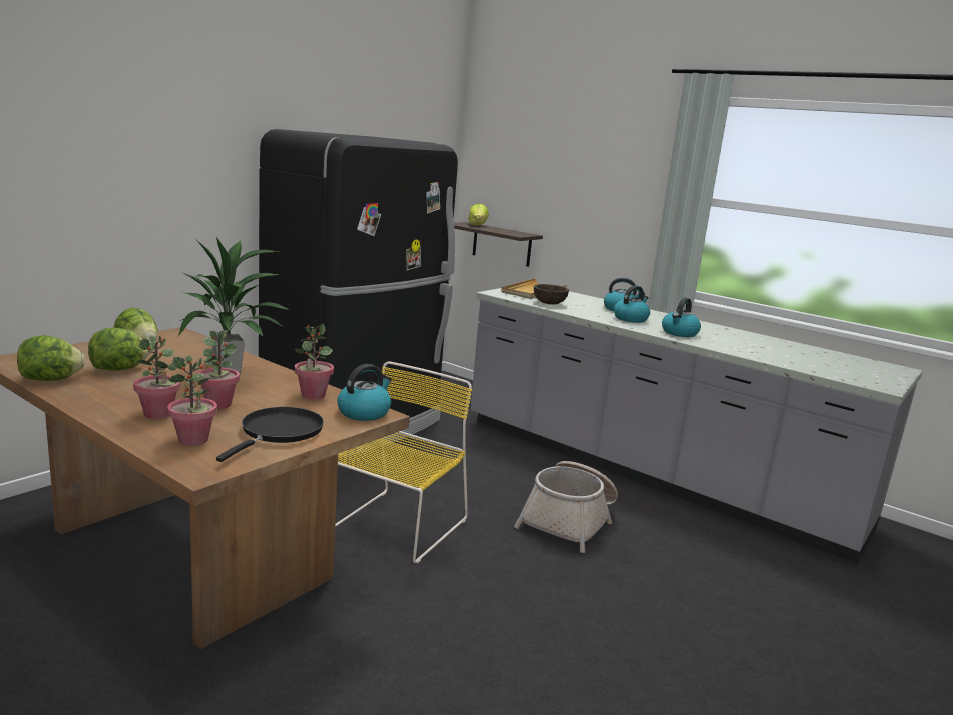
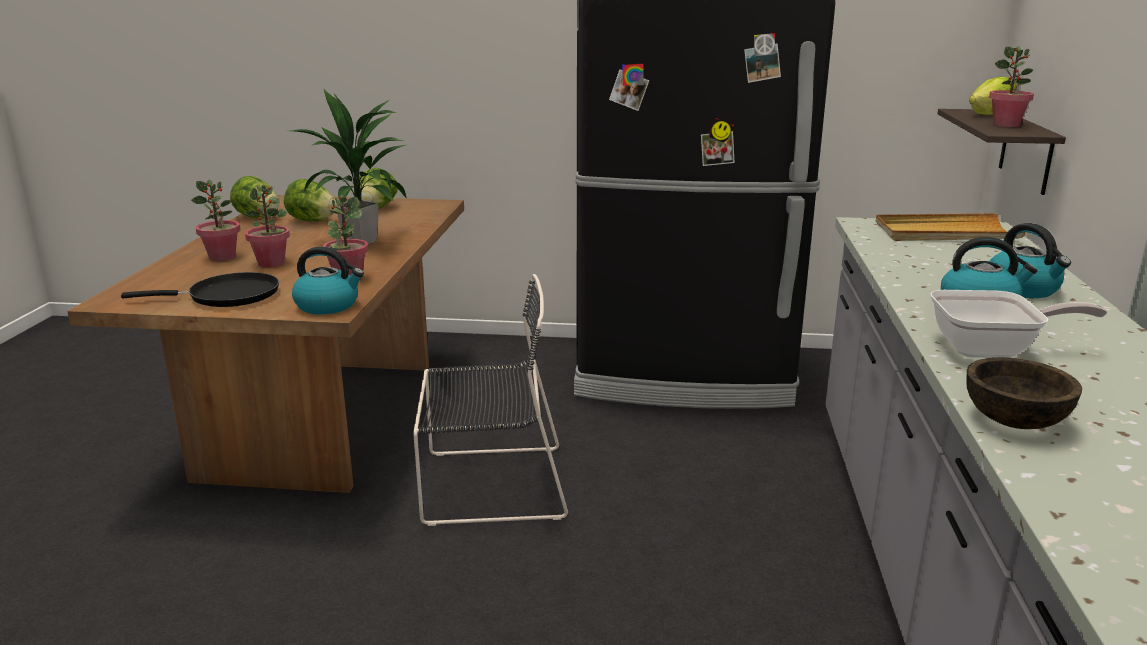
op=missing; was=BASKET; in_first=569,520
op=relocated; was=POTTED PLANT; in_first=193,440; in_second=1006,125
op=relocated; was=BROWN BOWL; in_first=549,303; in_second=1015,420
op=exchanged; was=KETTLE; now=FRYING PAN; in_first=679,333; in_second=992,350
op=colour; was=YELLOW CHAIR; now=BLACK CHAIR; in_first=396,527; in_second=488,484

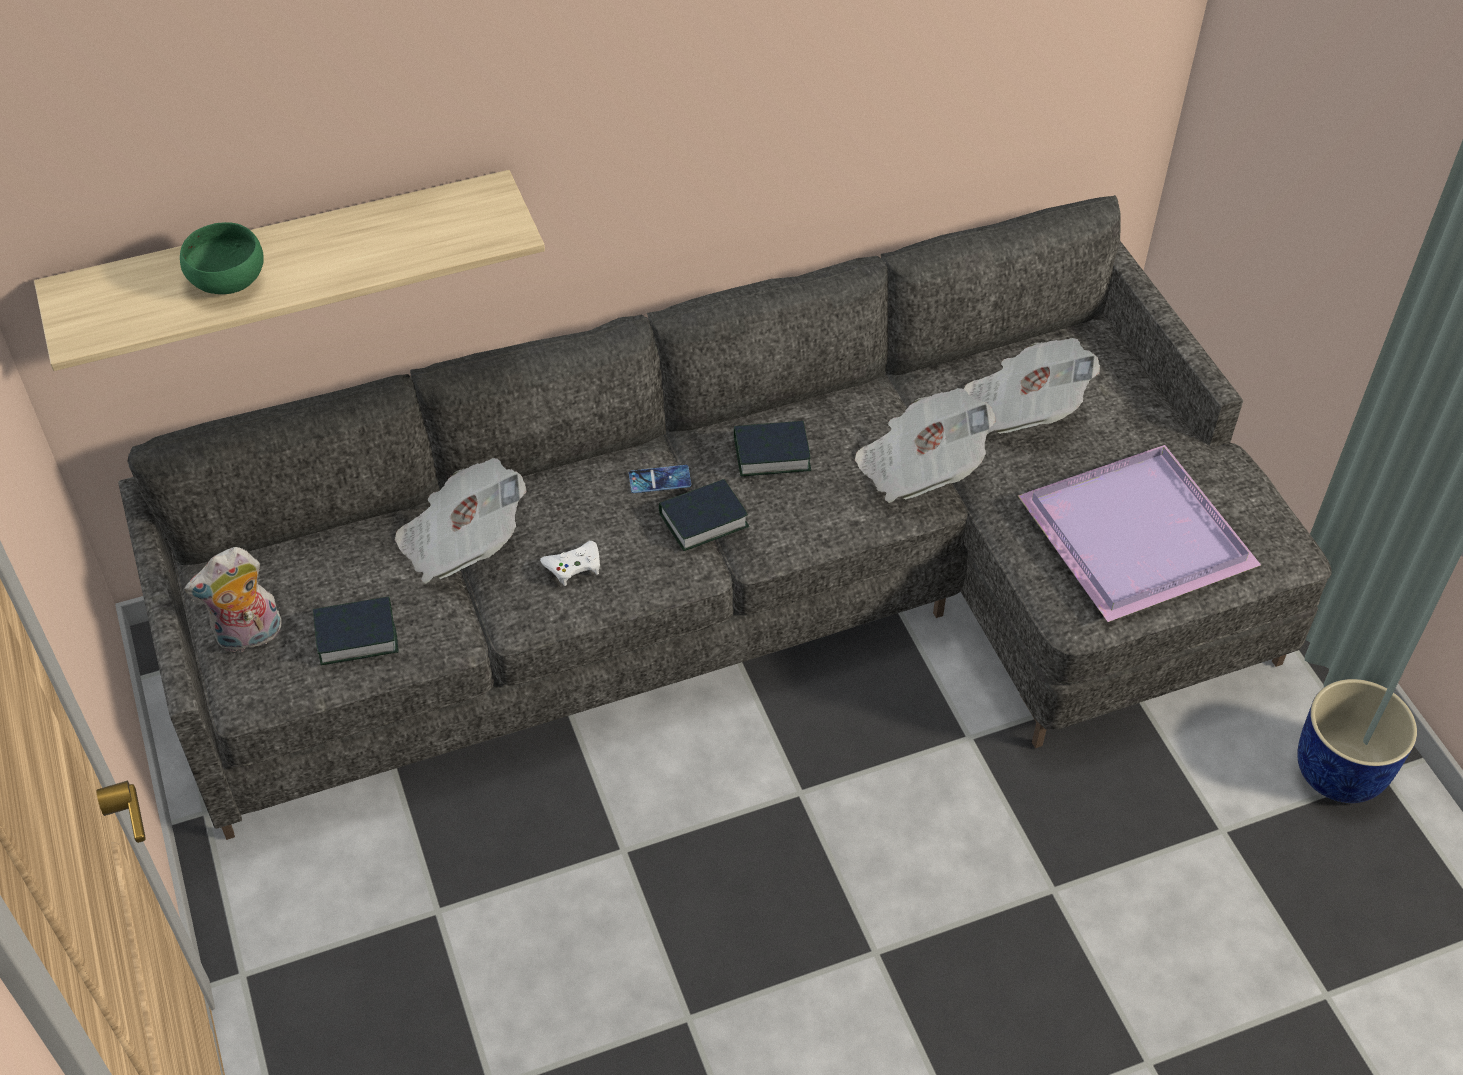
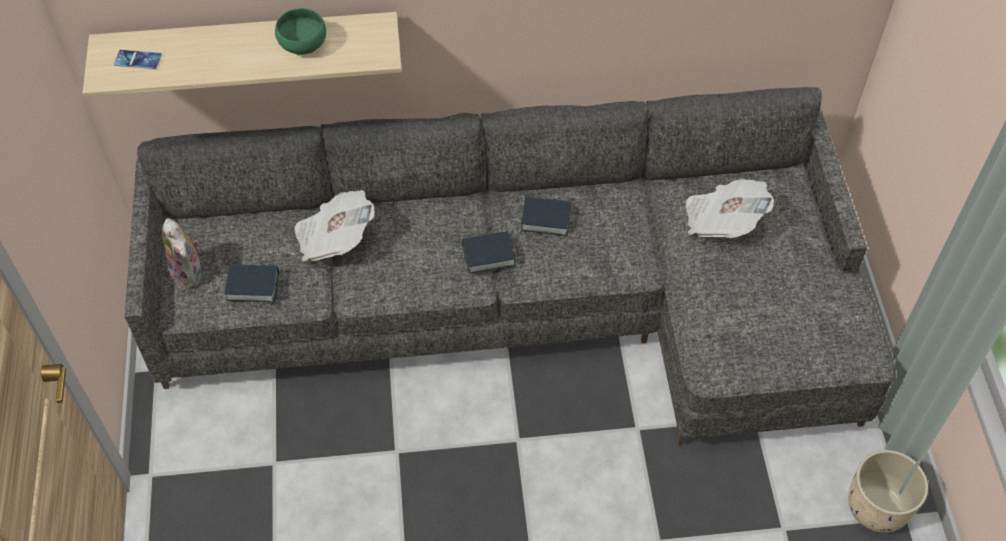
op=missing; was=WHITE GAME CONTROLLER; in_first=574,566
op=missing; was=NEWSPAPER; in_first=920,468
op=missing; was=PURPLE TRAY; in_first=1131,534
op=relocated; was=GREEN BOWL; in_first=226,281; in_second=302,45
op=relocated; was=PHONE; in_first=660,479; in_second=138,60
op=colour; was=BLUE PLANTER; now=BEIGE PLANTER; in_first=1339,771; in_second=876,508
op=spun; was=PLUSH TOY; in_first=249,637; in_second=190,273; clockwise=-105

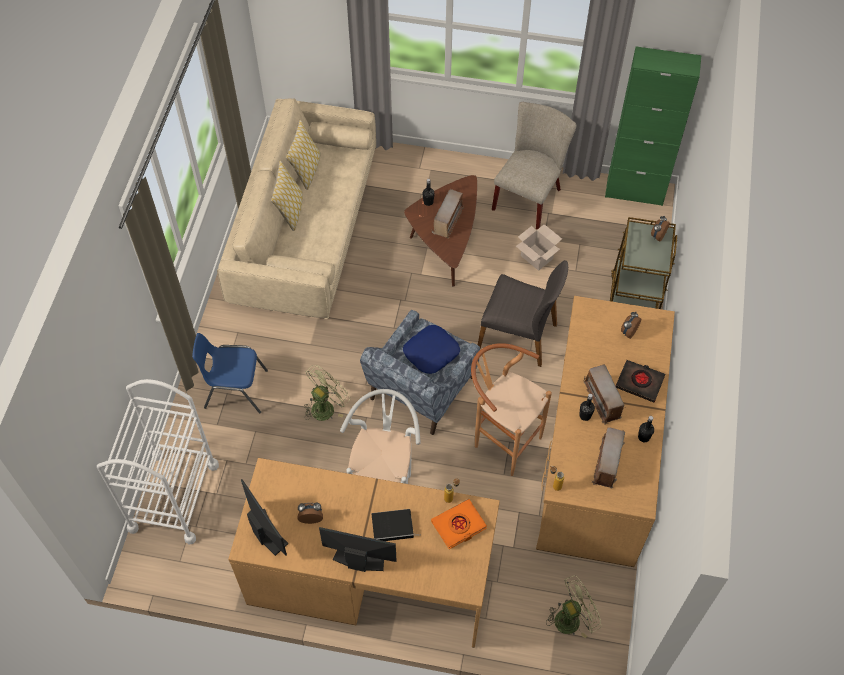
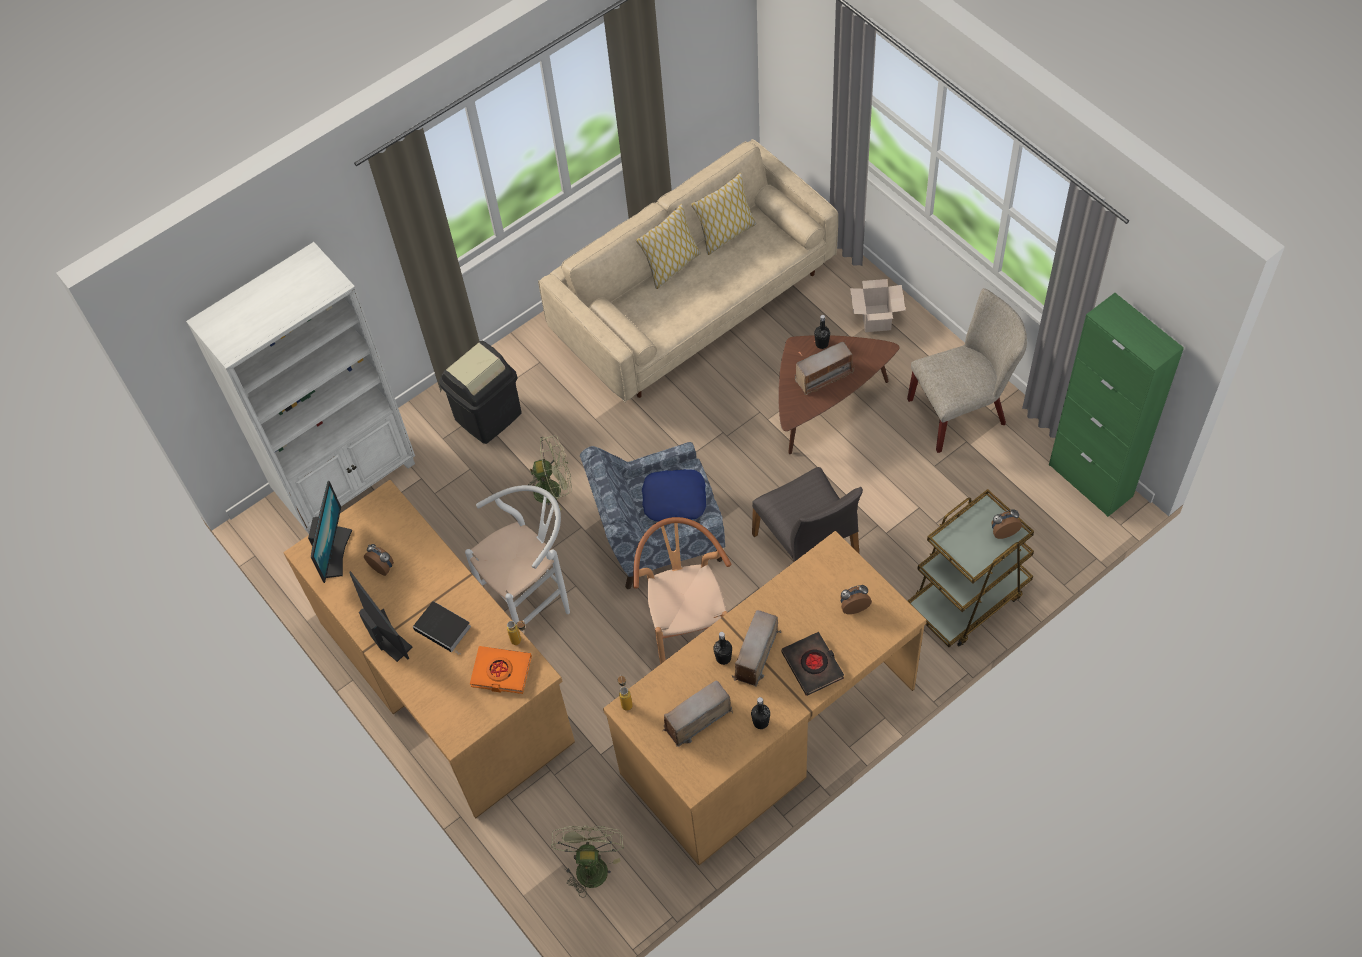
op=relocated; was=CARDBOARD BOX; in_first=537,257; in_second=876,319
op=exchanged; was=WHITE CART; now=WHITE BOOKCASE; in_first=173,497; in_second=348,479
op=exchanged; was=BLUE CHAIR; now=BLACK TRASH CAN; in_first=235,389; in_second=488,416
op=spun; was=GREEN FAN; in_first=572,618; in_second=590,864; clockwise=-105

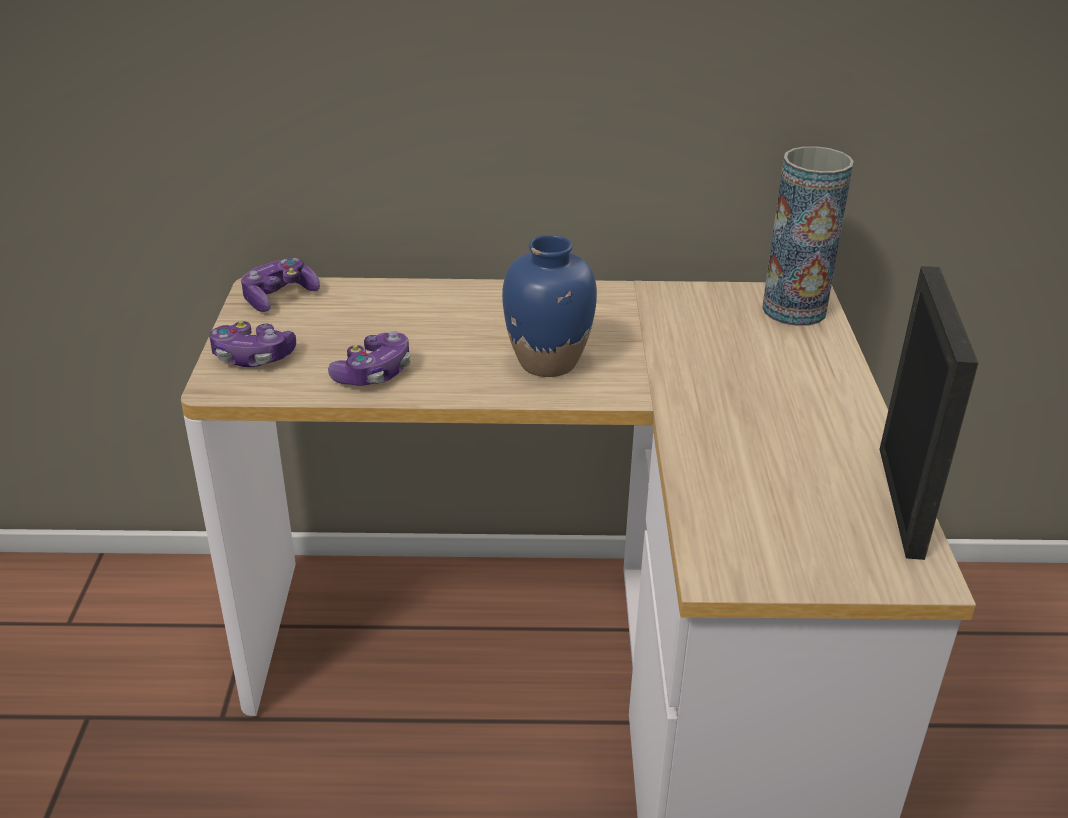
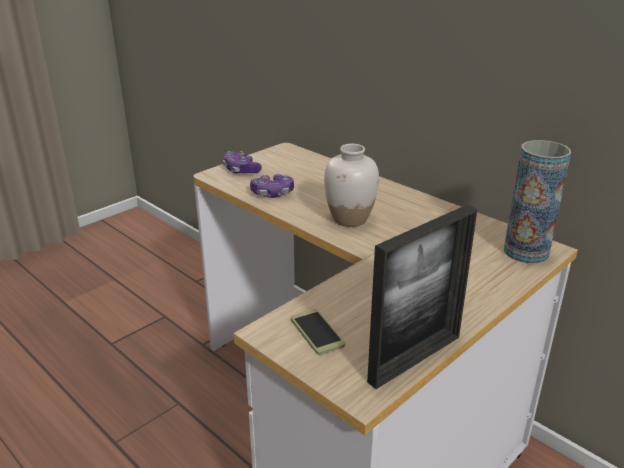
op=missing; was=GAME CONTROLLER; in_first=279,297
op=appeared; now=PHONE; in_second=317,332
op=colour; was=BLUE VASE; now=WHITE VASE; in_first=548,362; in_second=350,219

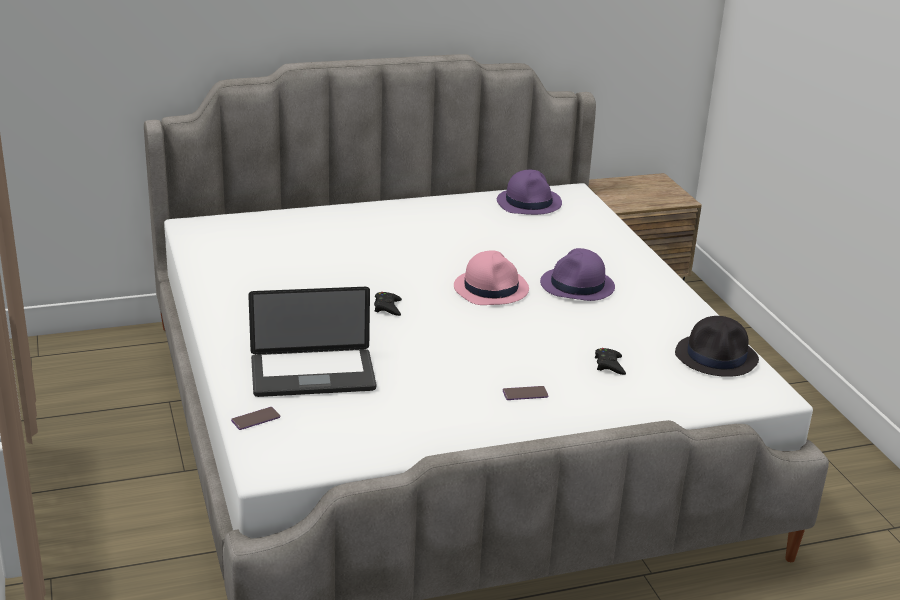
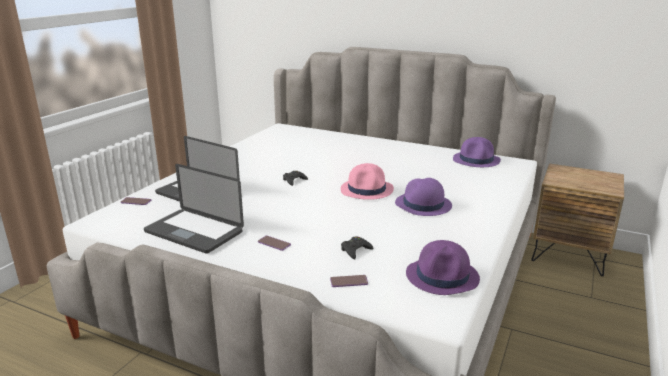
op=appeared; now=LAPTOP; in_second=194,232
op=appeared; now=PHONE; in_second=349,281
op=colour; was=BLACK HAT; now=PURPLE HAT; in_first=717,357; in_second=442,277

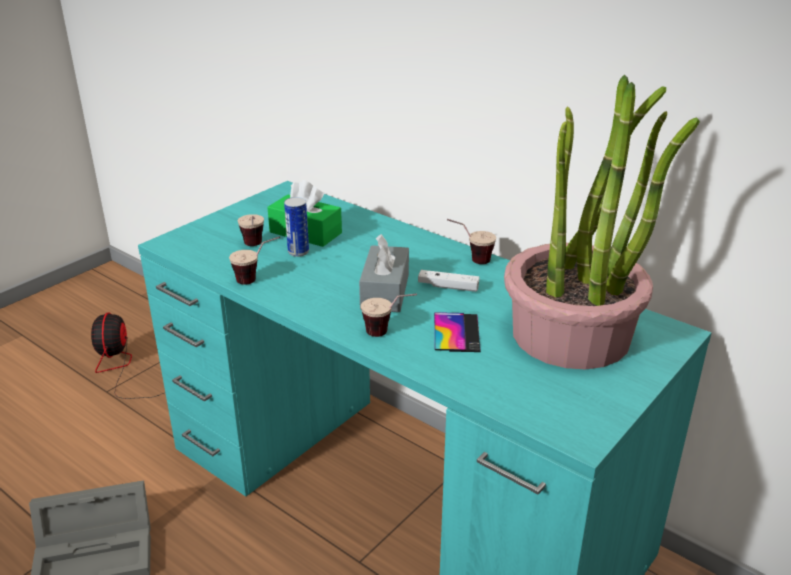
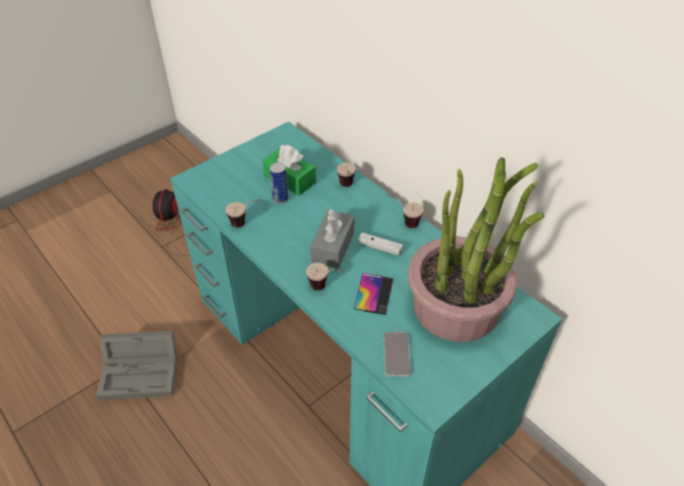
op=appeared; now=PHONE; in_second=396,354
op=relocated; was=CUP; in_first=254,247; in_second=347,188

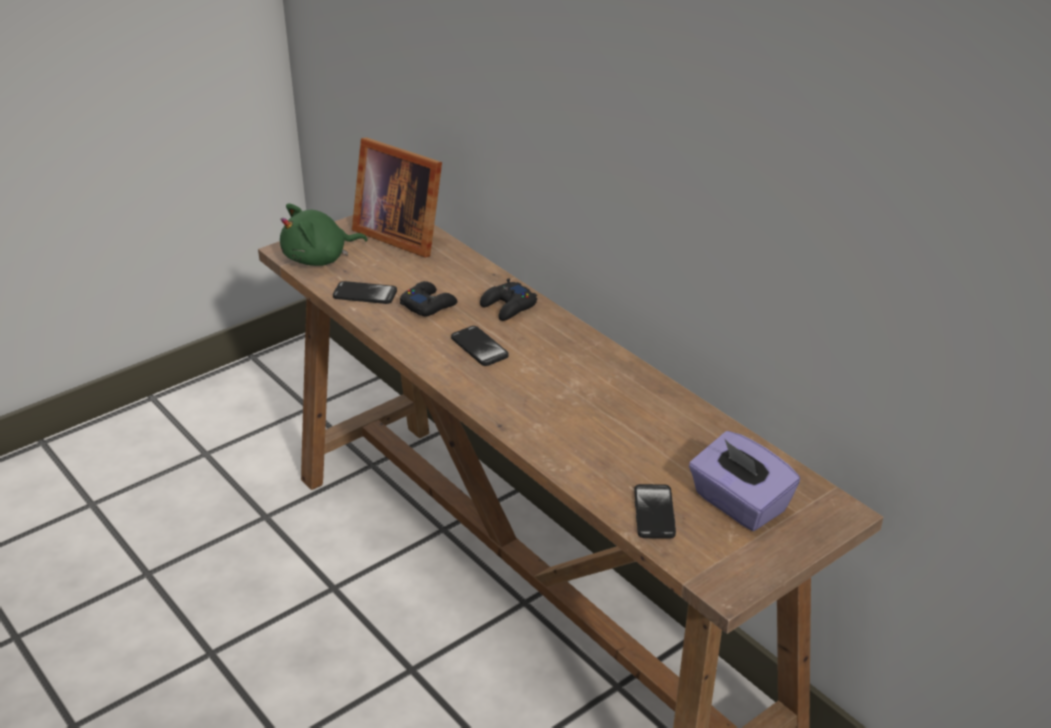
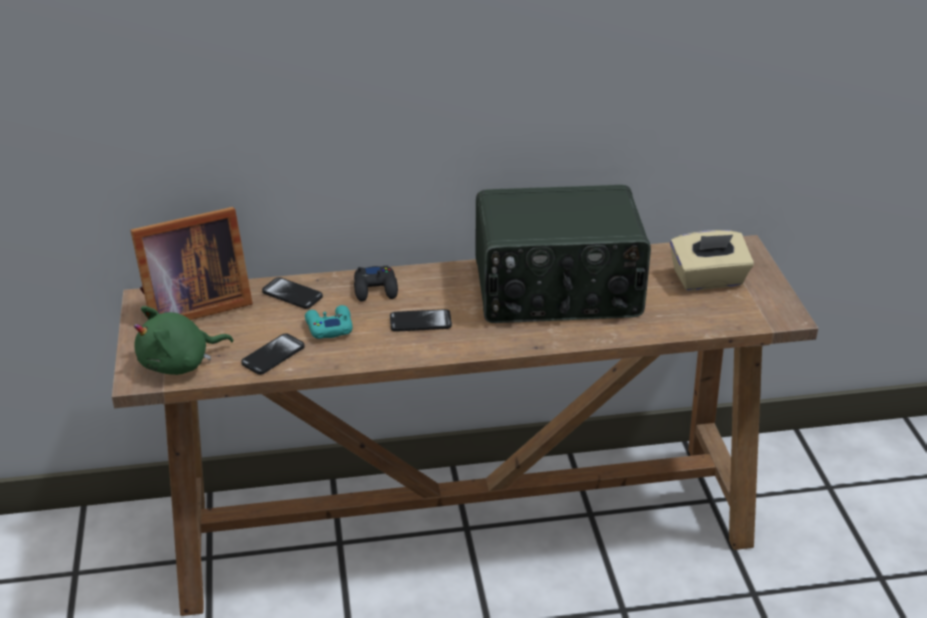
op=appeared; now=RADIO; in_second=557,291
op=relocated; was=PHONE; in_first=654,513; in_second=292,294
op=colour; was=BLACK GAME CONTROLLER; now=TURQUOISE GAME CONTROLLER; in_first=428,305; in_second=329,327
op=colour; was=PURPLE TISSUE BOX; now=BEIGE TISSUE BOX; in_first=738,504; in_second=708,280
op=spun; was=GREEN PLUSH TOY; in_first=319,259; in_second=179,363; clockwise=60

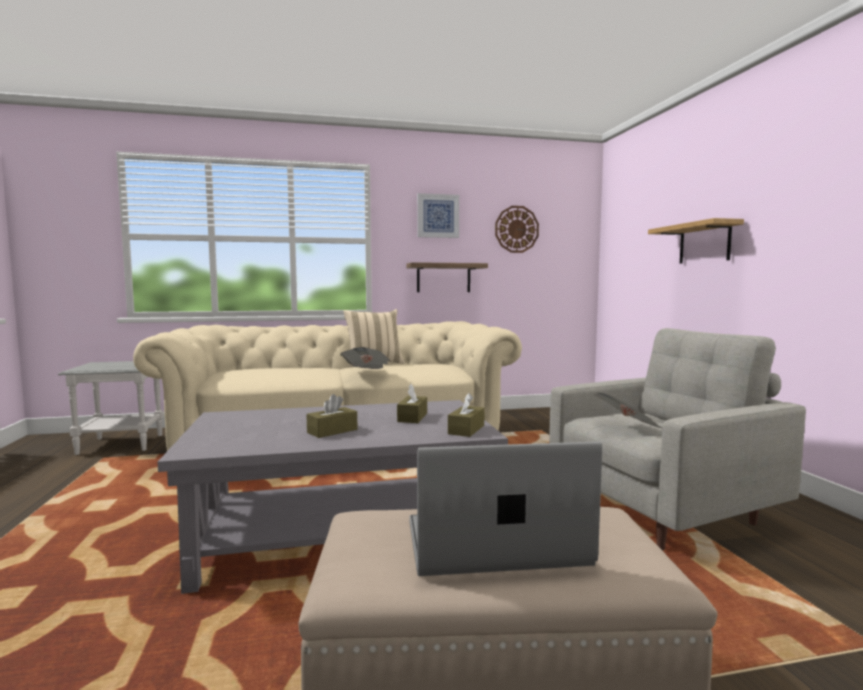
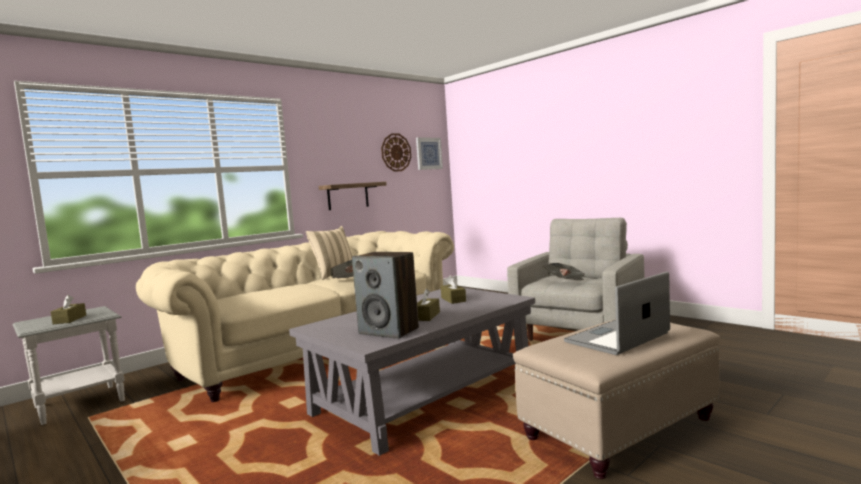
op=missing; was=SHELF; in_first=704,243
op=appeared; now=SPEAKER; in_second=389,331
op=relocated; was=PICTURE; in_first=438,216; in_second=428,153
op=relocated; was=BROWN TISSUE BOX; in_first=466,429; in_second=70,319

